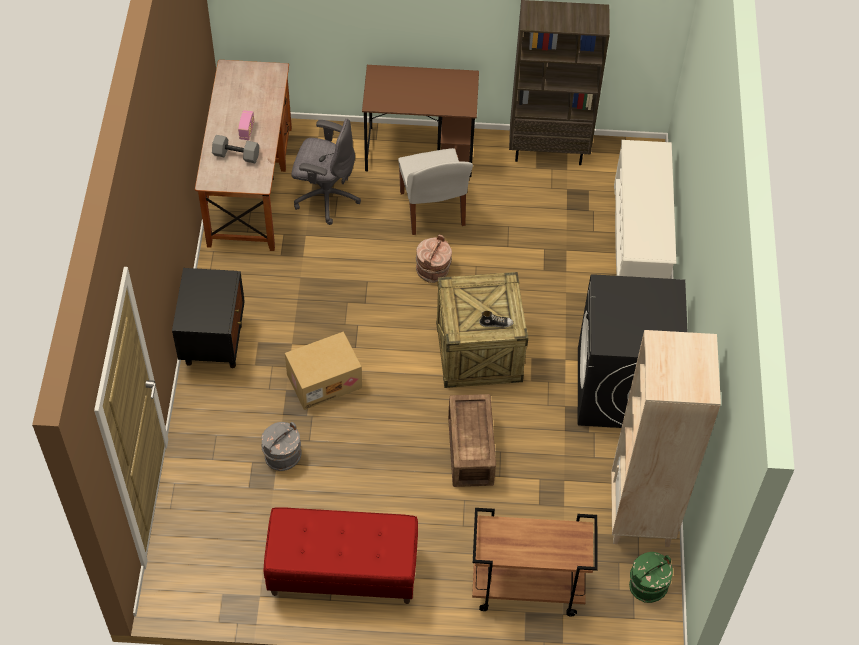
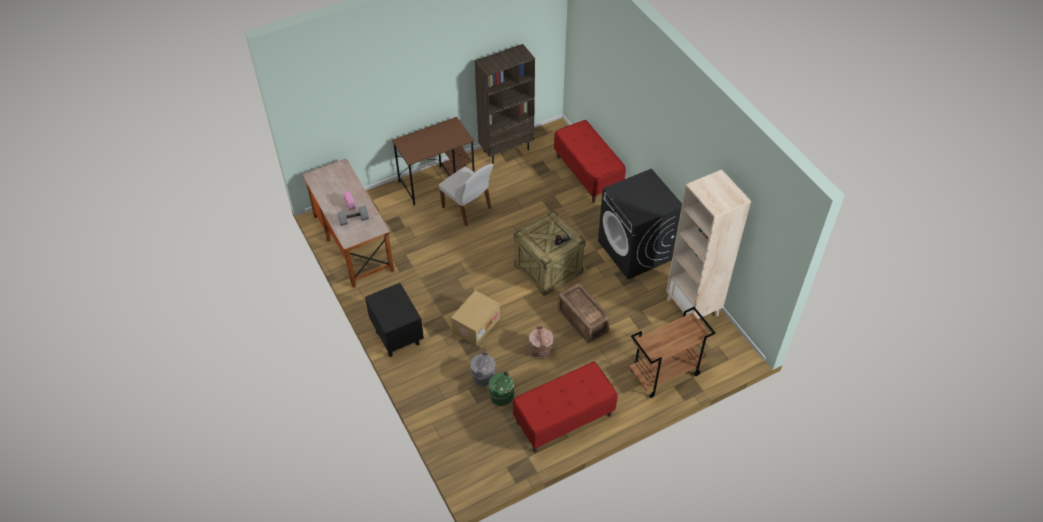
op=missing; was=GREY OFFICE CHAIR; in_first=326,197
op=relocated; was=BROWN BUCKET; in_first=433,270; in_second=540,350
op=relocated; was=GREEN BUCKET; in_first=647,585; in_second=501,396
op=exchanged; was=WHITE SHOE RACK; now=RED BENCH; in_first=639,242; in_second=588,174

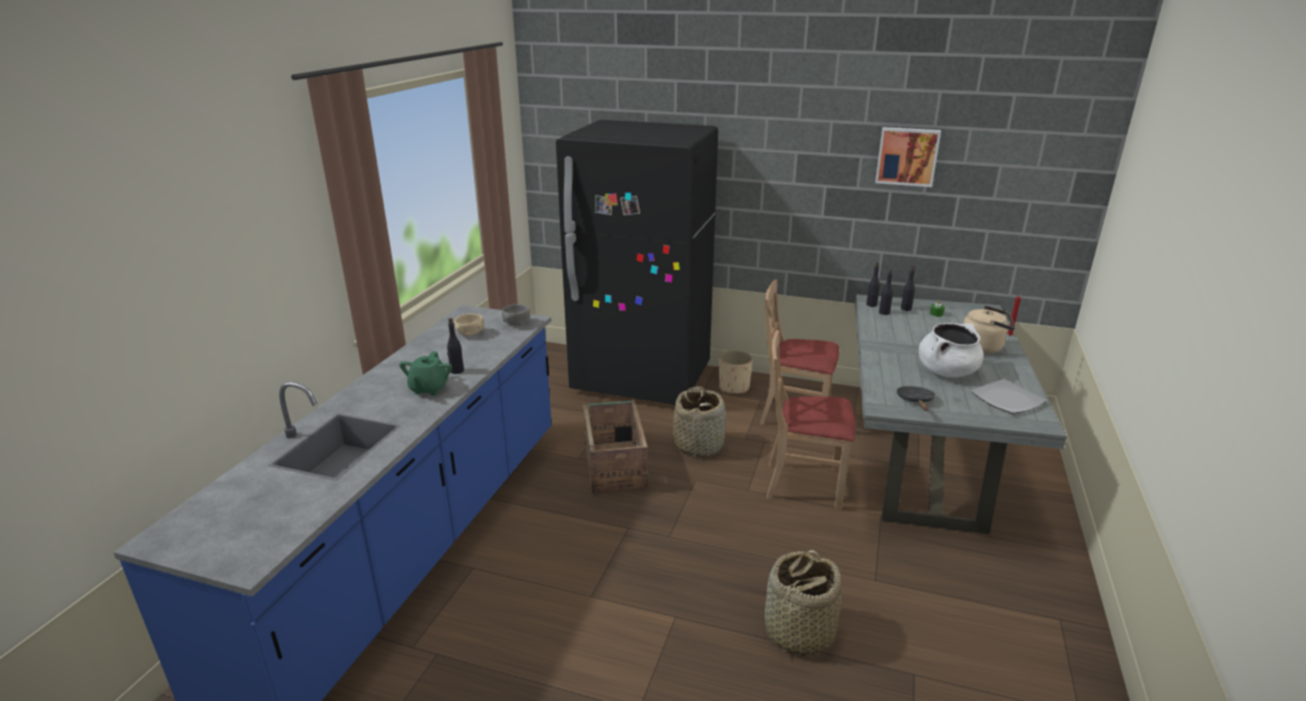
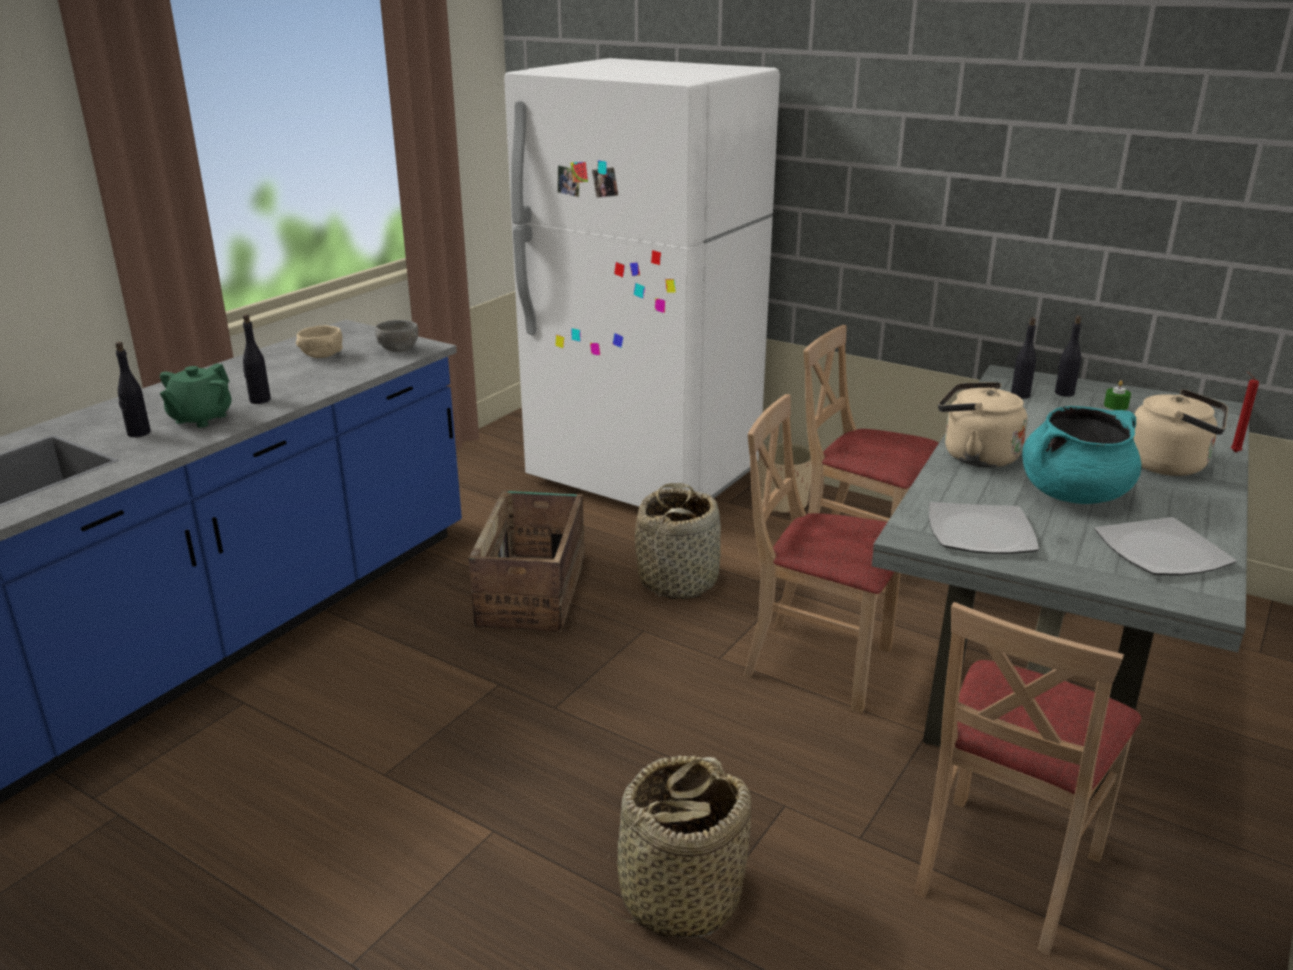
op=missing; was=PICTURE; in_first=907,156
op=appeared; now=BEIGE CHAIR; in_second=1004,870
op=appeared; now=BEIGE KETTLE; in_second=975,456
op=relocated; was=BLACK BOTTLE; in_first=871,305; in_second=138,433
op=exchanged; was=BLACK FRYING PAN; now=PLATE; in_first=915,401; in_second=981,533
op=colour; was=BLACK FRIDGE; now=WHITE FRIDGE; in_first=641,380; in_second=644,476
op=colour; was=WHITE COOKING POT; now=TURQUOISE COOKING POT; in_first=947,371; in_second=1074,494

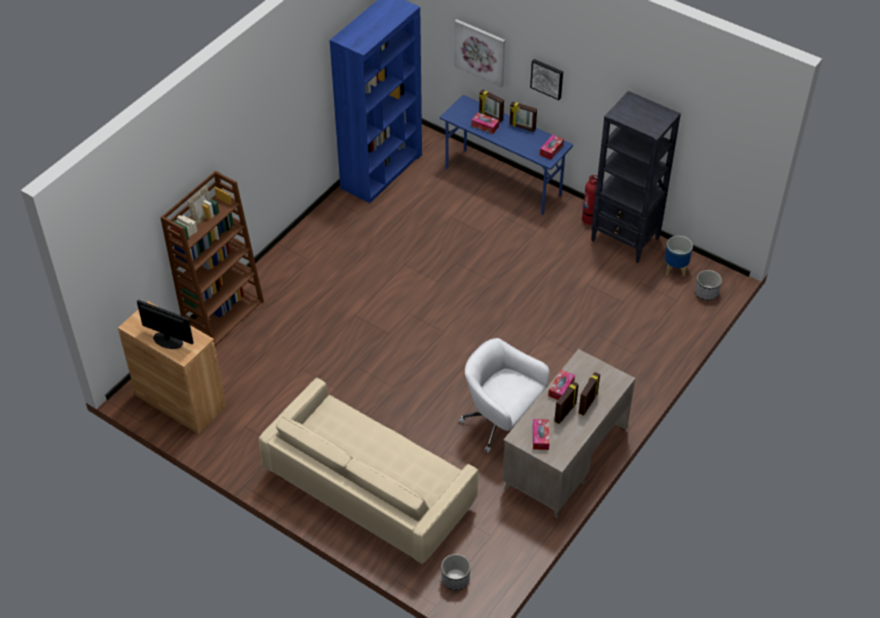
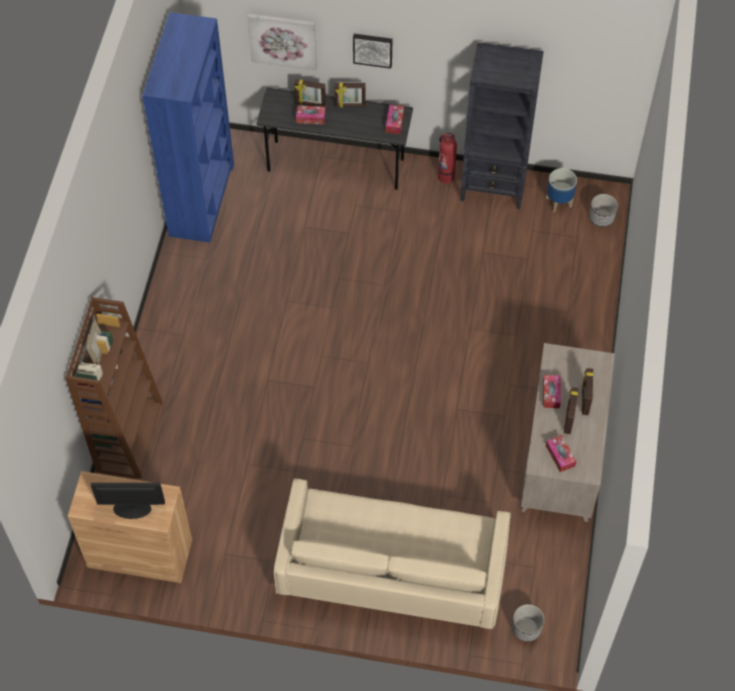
op=missing; was=WHITE OFFICE CHAIR; in_first=501,423
op=colour; was=BLUE DESK; now=GREY DESK; in_first=503,182; in_second=336,165

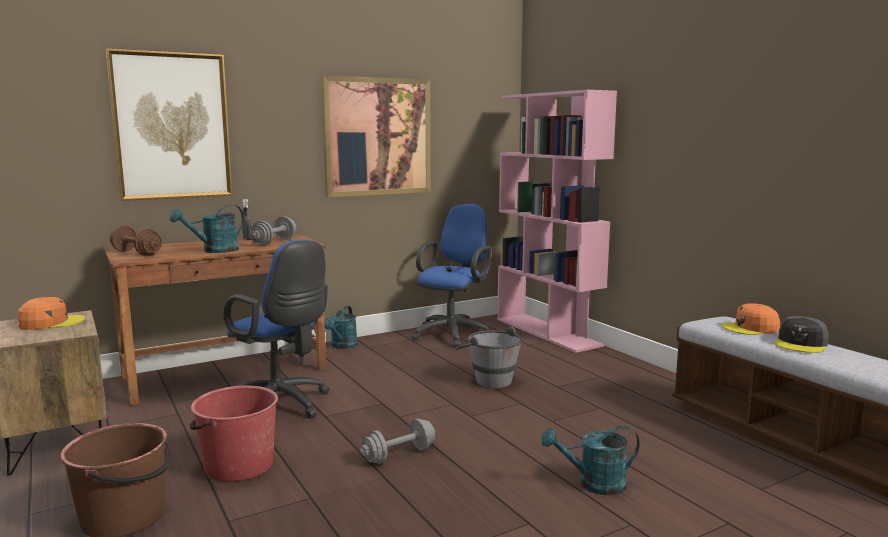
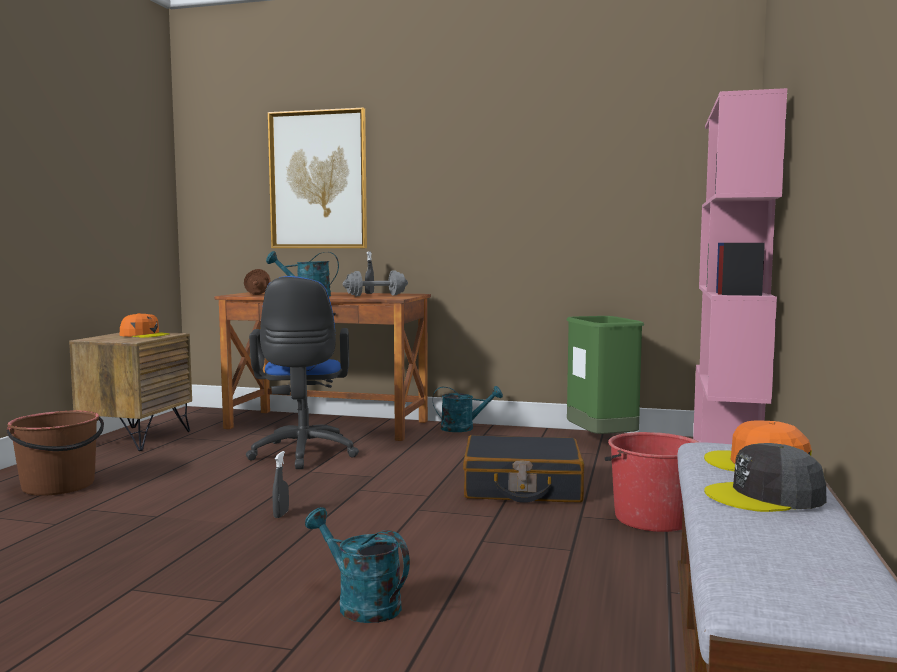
op=missing; was=PICTURE; in_first=377,137
op=relocated; was=RED BUCKET; in_first=237,466; in_second=651,518
op=exchanged; was=GREY DUMBBELL; now=GREY SPRAY BOTTLE; in_first=399,455; in_second=281,514
op=exchanged; was=BLUE OFFICE CHAIR; now=GREEN TRASH CAN; in_first=453,333; in_second=601,443
op=exchanged; was=GREY BUCKET; now=BLACK SUITCASE; in_first=488,379; in_second=522,488
op=spun; was=TURQUOISE WATERING CAN; in_first=342,346; in_second=463,428; clockwise=-150

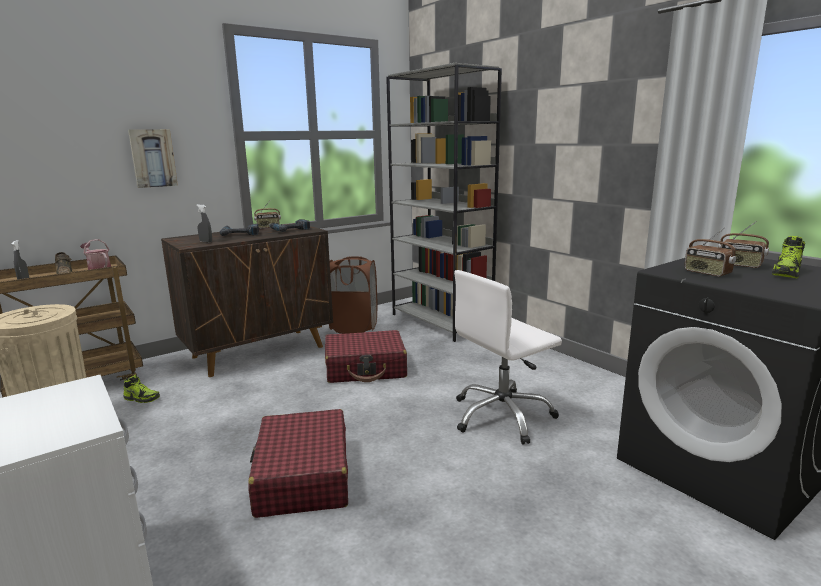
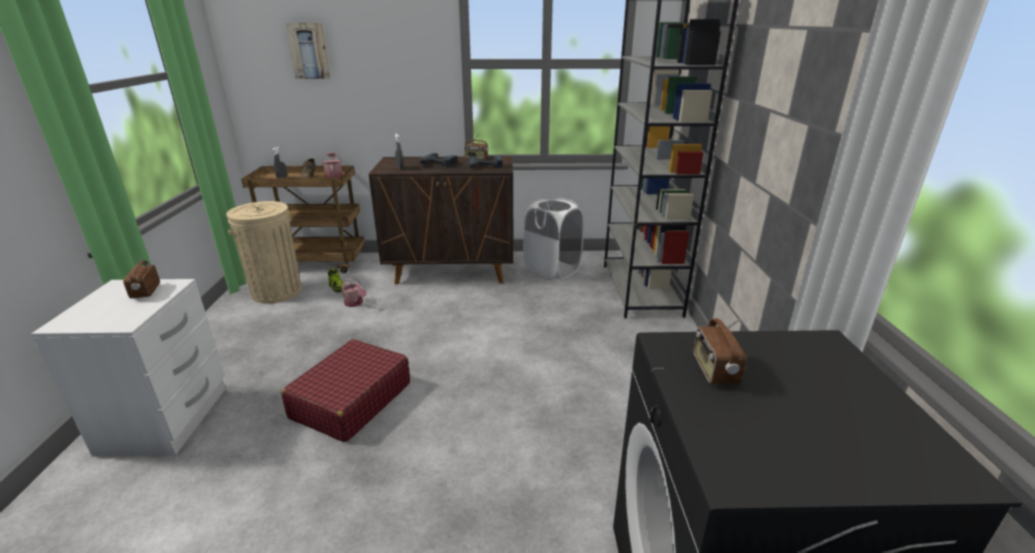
op=missing; was=RED SUITCASE; in_first=366,368
op=missing; was=WHITE OFFICE CHAIR; in_first=502,416
op=missing; was=SHOE; in_first=787,273
op=appeared; now=WATERING CAN; in_second=355,303
op=relocated; was=PICTURE; in_first=153,158; in_second=309,51
op=relocated; was=RADIO; in_first=739,265; in_second=145,292
op=colour; was=BROWN LAUNDRY BASKET; now=WHITE LAUNDRY BASKET; in_first=354,327; in_second=552,270

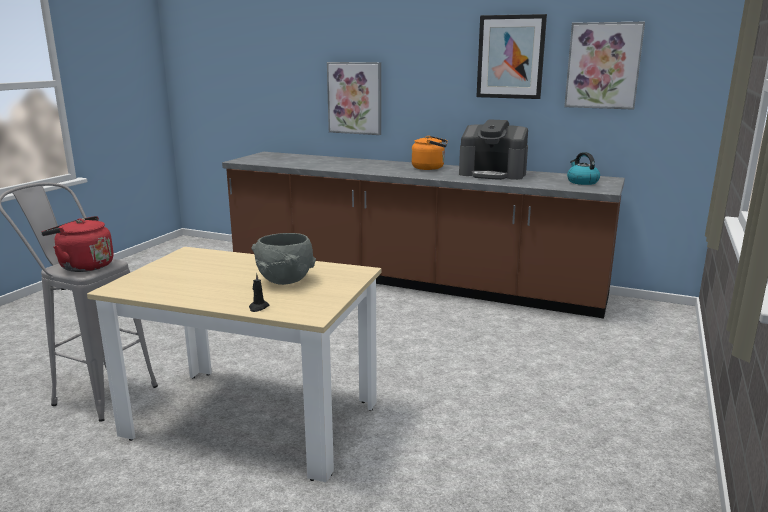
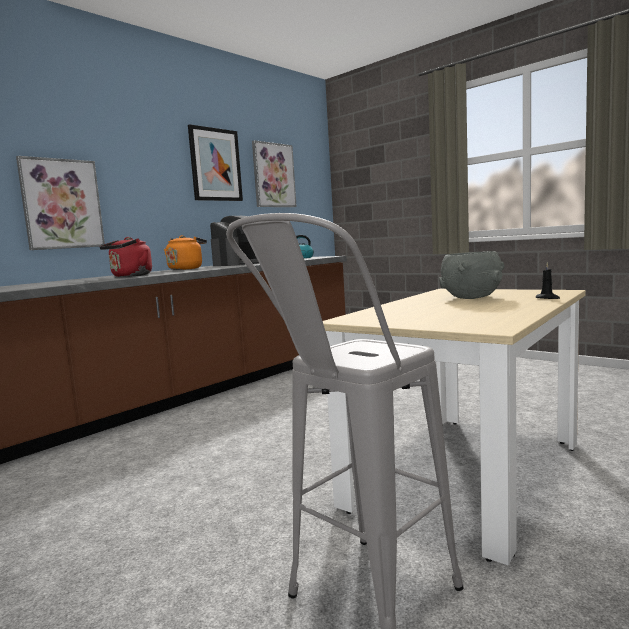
op=relocated; was=RED KETTLE; in_first=83,266; in_second=130,276

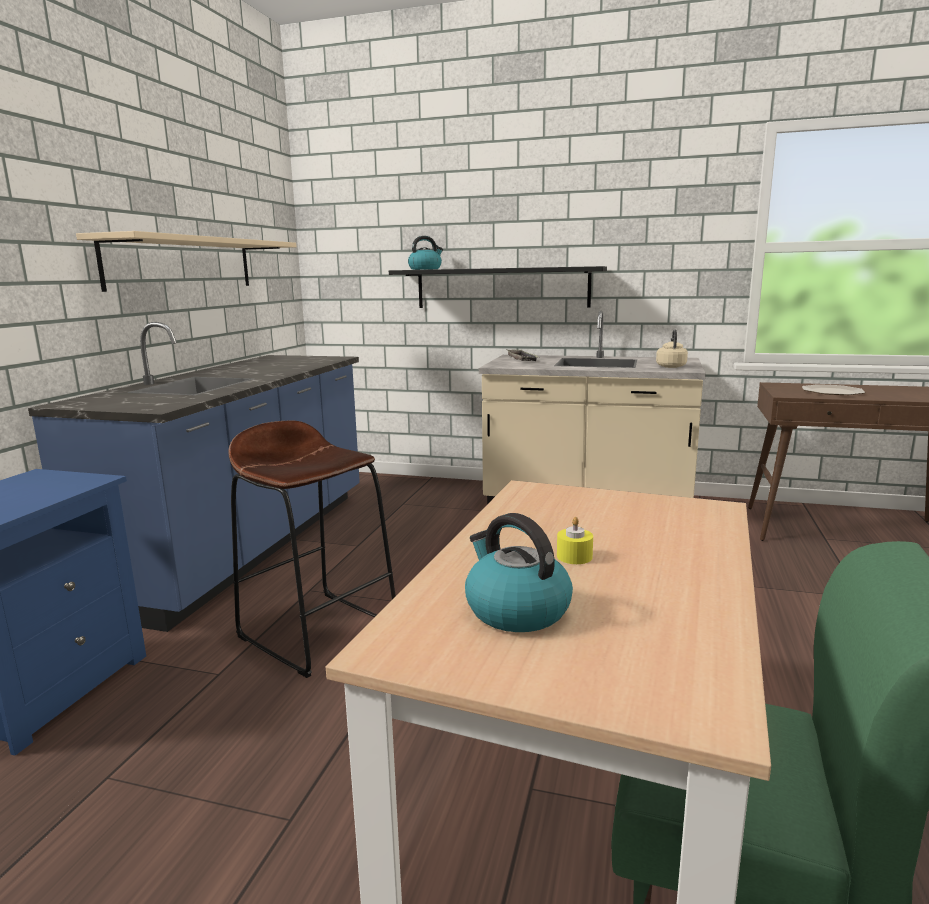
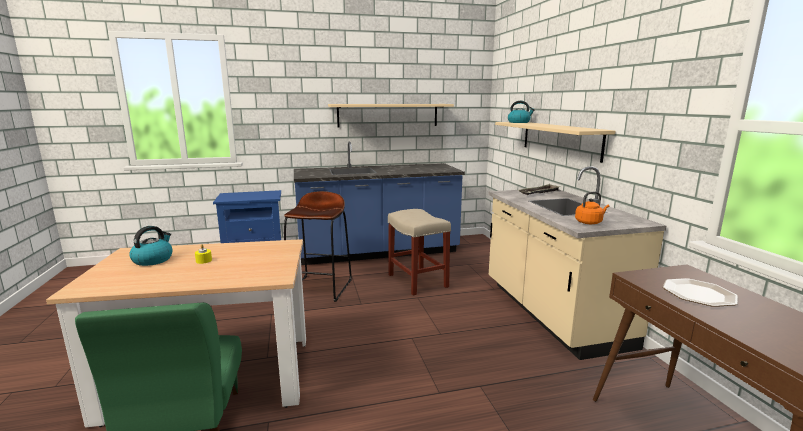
op=appeared; now=BEIGE STOOL; in_second=417,280
op=colour; was=BLACK SHELF; now=BEIGE SHELF; in_first=502,288; in_second=559,139
op=colour; was=BEIGE KETTLE; now=ORANGE KETTLE; in_first=671,366; in_second=589,222

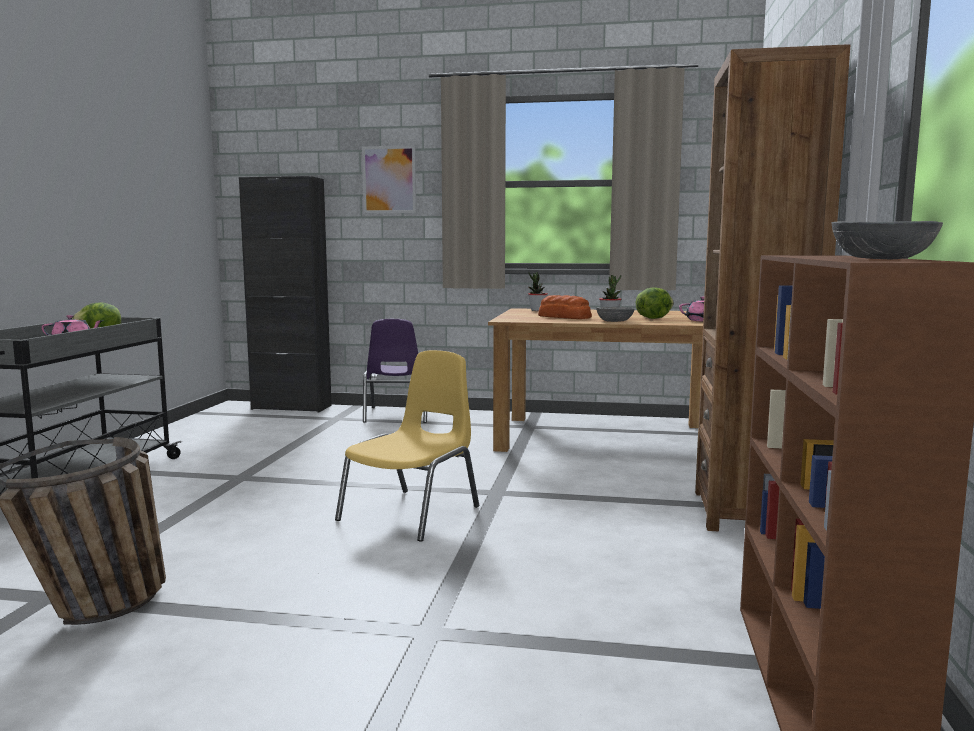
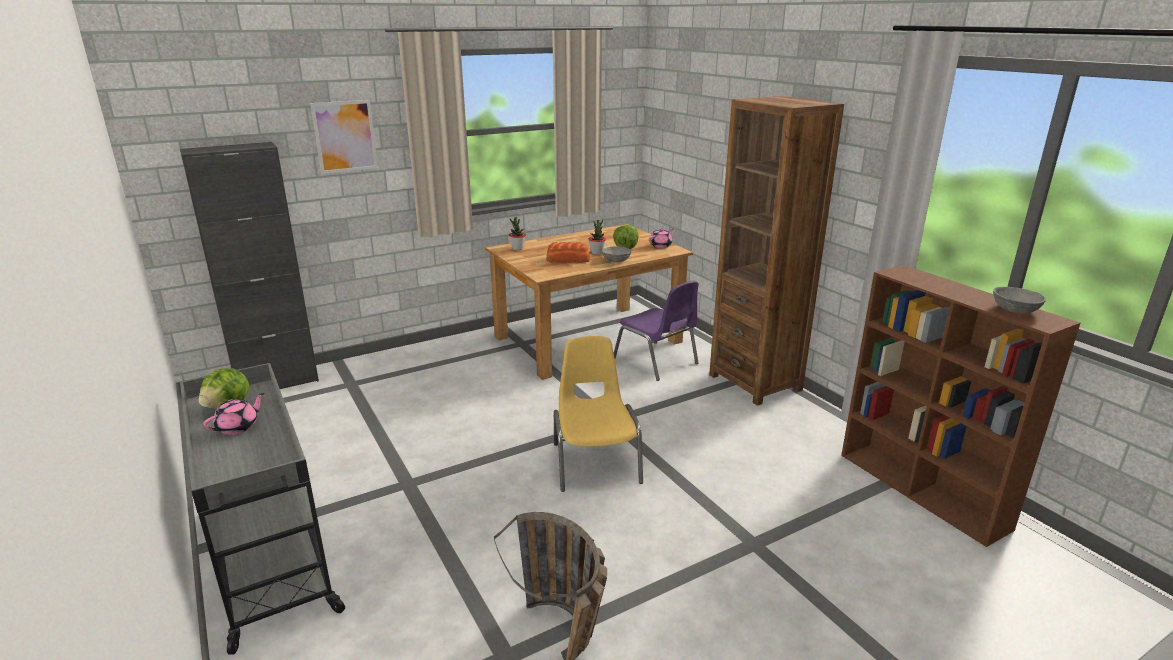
op=relocated; was=PURPLE CHAIR; in_first=398,415; in_second=656,361

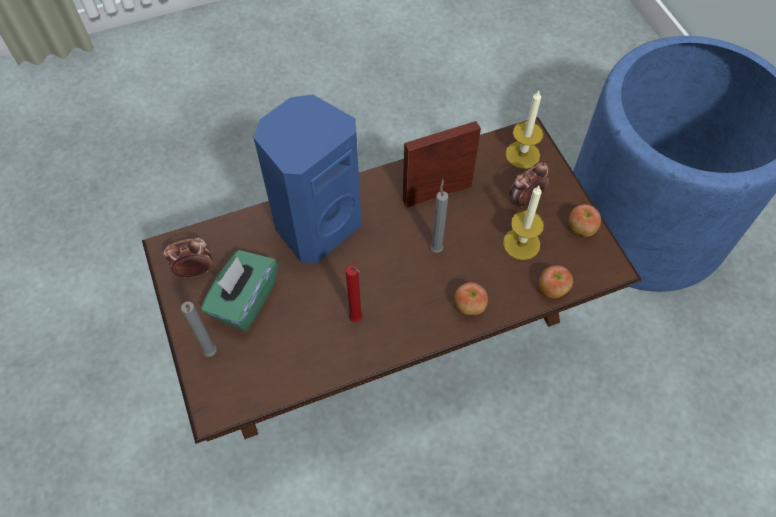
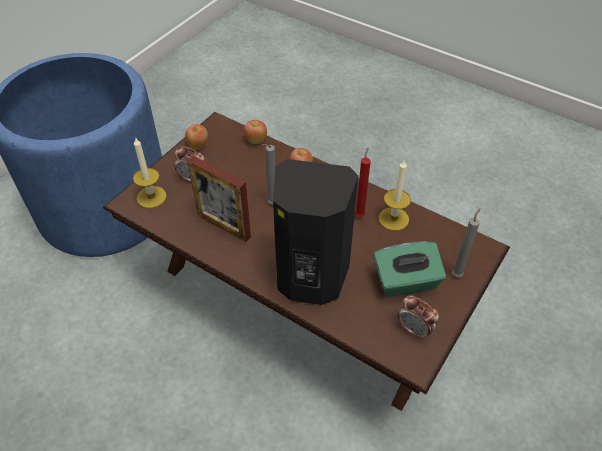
op=relocated; was=CANDLE; in_first=521,244; in_second=393,219
op=colour; was=BLUE SPEAKER; now=BLACK SPEAKER; in_first=316,225; in_second=310,279

